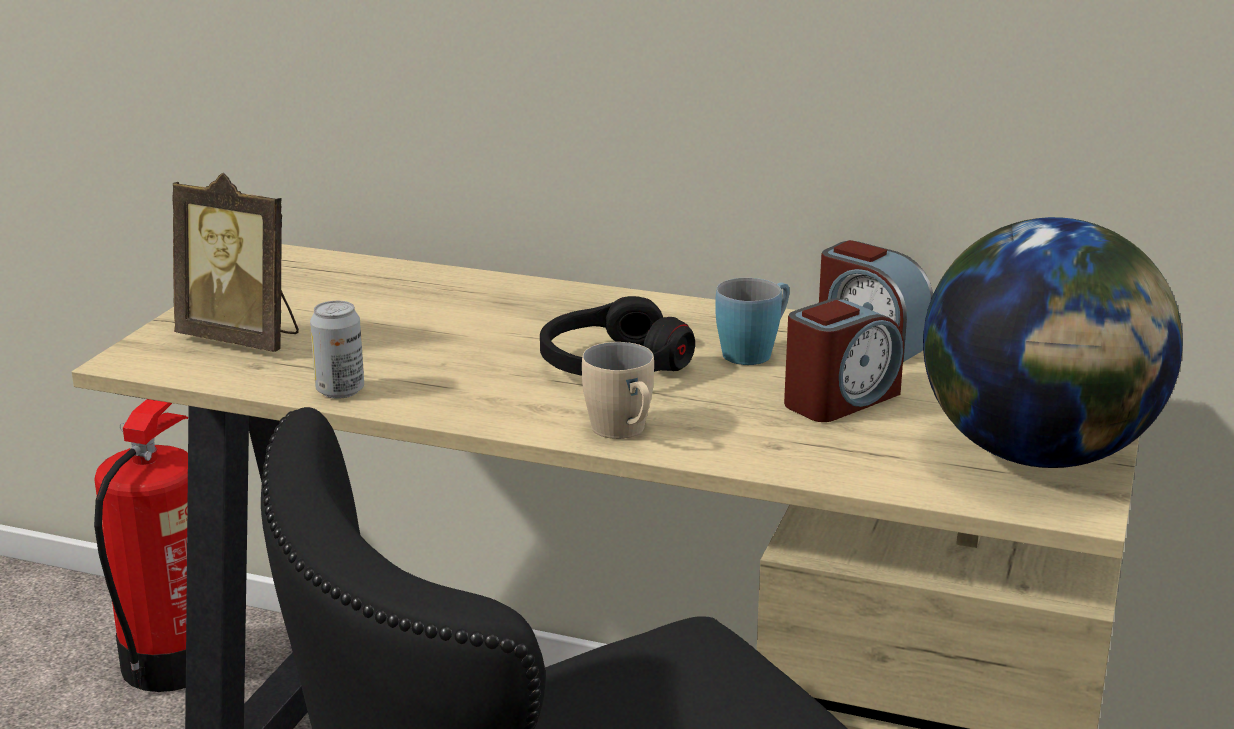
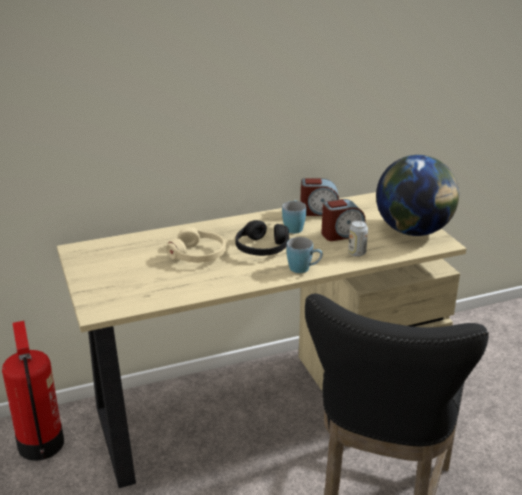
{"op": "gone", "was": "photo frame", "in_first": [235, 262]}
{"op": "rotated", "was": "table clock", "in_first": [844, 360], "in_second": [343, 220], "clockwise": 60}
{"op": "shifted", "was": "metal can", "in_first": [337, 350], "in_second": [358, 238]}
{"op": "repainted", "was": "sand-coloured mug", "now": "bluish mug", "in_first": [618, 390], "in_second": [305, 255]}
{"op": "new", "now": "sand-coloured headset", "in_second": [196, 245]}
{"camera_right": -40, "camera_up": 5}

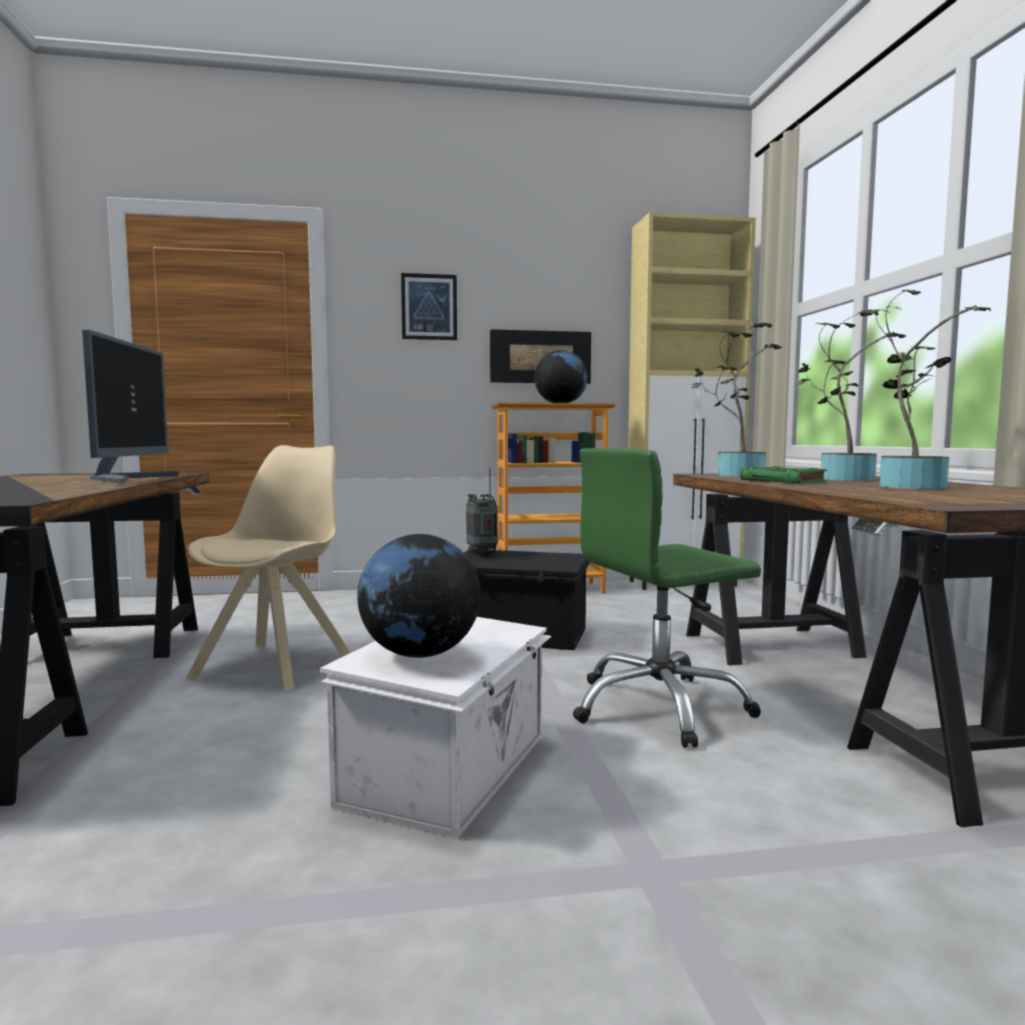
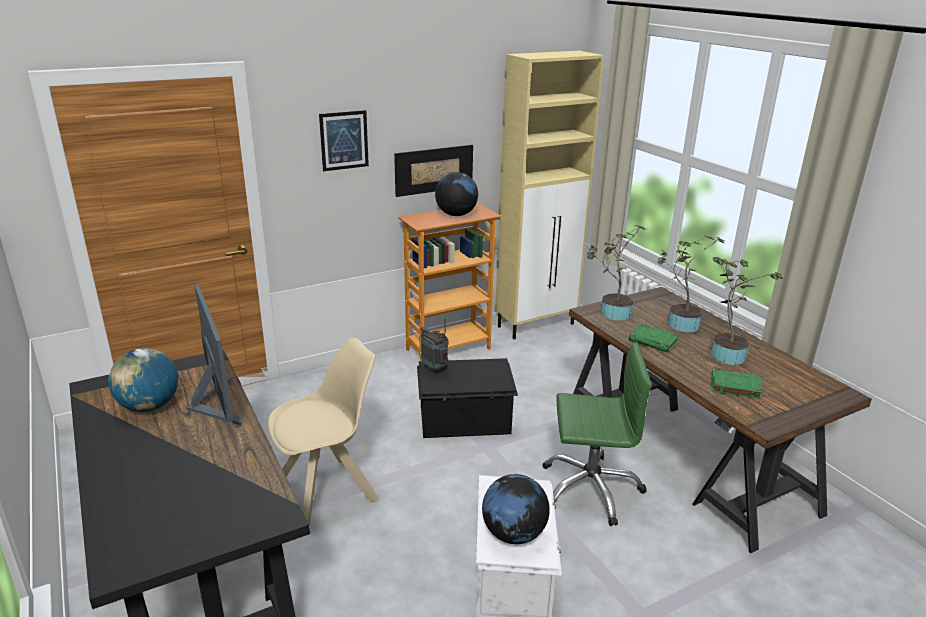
{"op": "rotated", "was": "sand-coloured plain chair", "in_first": [268, 568], "in_second": [323, 432], "clockwise": 60}
{"op": "rotated", "was": "green-coloured desk chair", "in_first": [667, 598], "in_second": [597, 434], "clockwise": -135}
{"op": "new", "now": "world globe", "in_second": [143, 380]}
{"op": "new", "now": "green-coloured bound book", "in_second": [737, 384]}
{"camera_right": -20, "camera_up": 20}

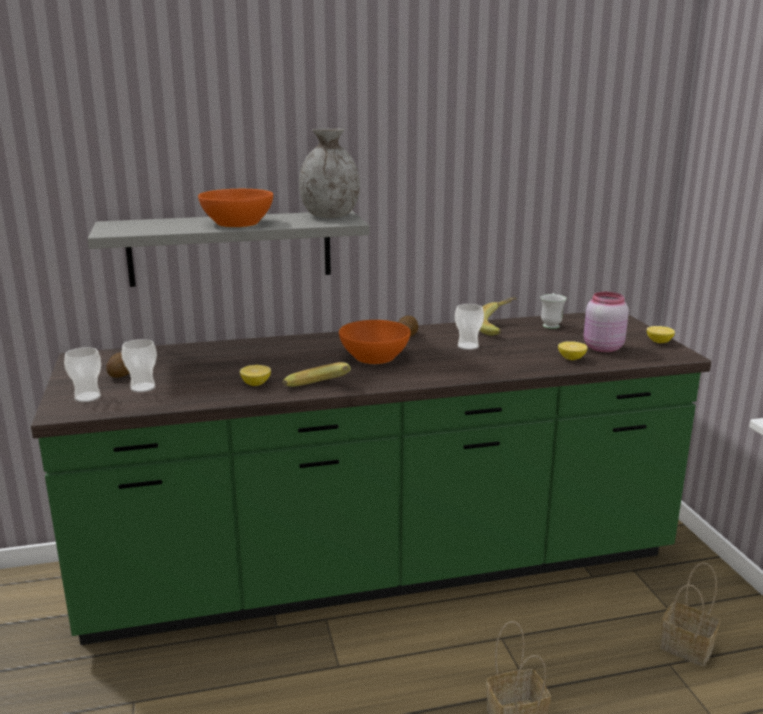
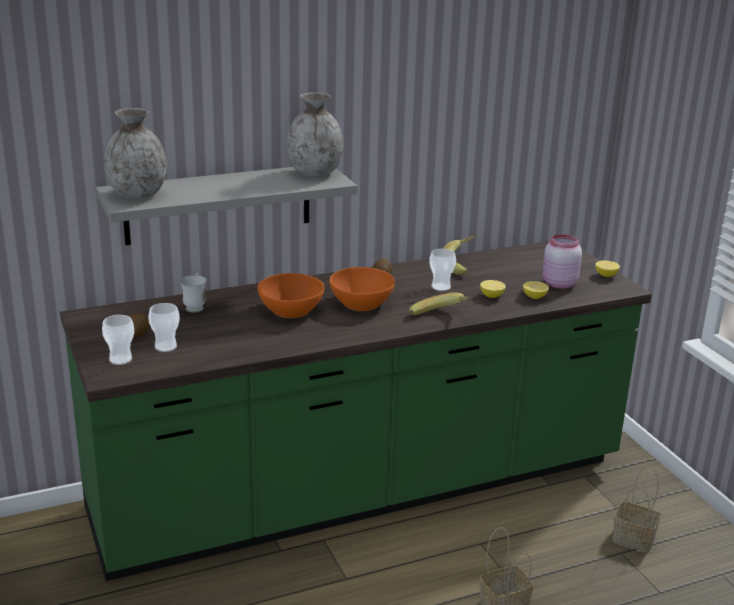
{"op": "shifted", "was": "orange bowl", "in_first": [235, 208], "in_second": [290, 295]}
{"op": "shifted", "was": "white mug", "in_first": [553, 311], "in_second": [193, 293]}
{"op": "shifted", "was": "banana fruit", "in_first": [317, 374], "in_second": [439, 303]}
{"op": "shifted", "was": "whole lemon", "in_first": [255, 375], "in_second": [493, 289]}
{"op": "new", "now": "gray vase", "in_second": [135, 153]}
{"camera_right": -10, "camera_up": 5}

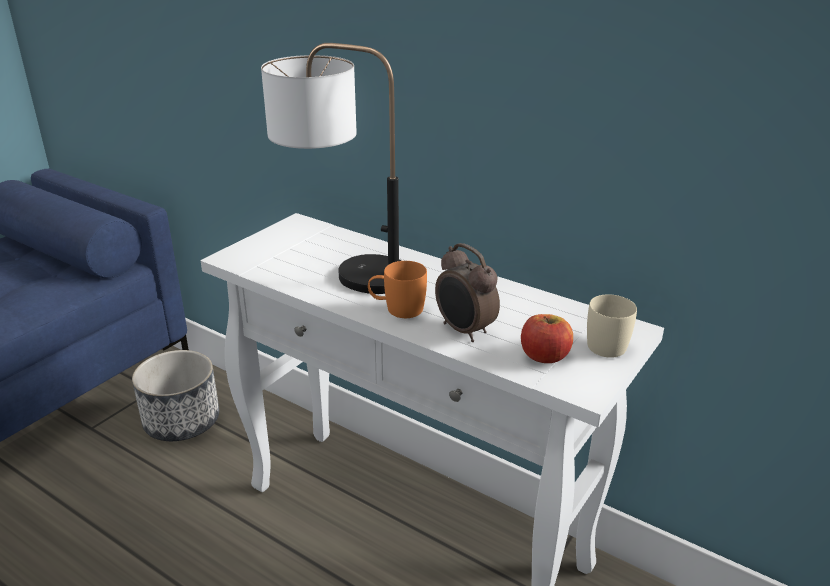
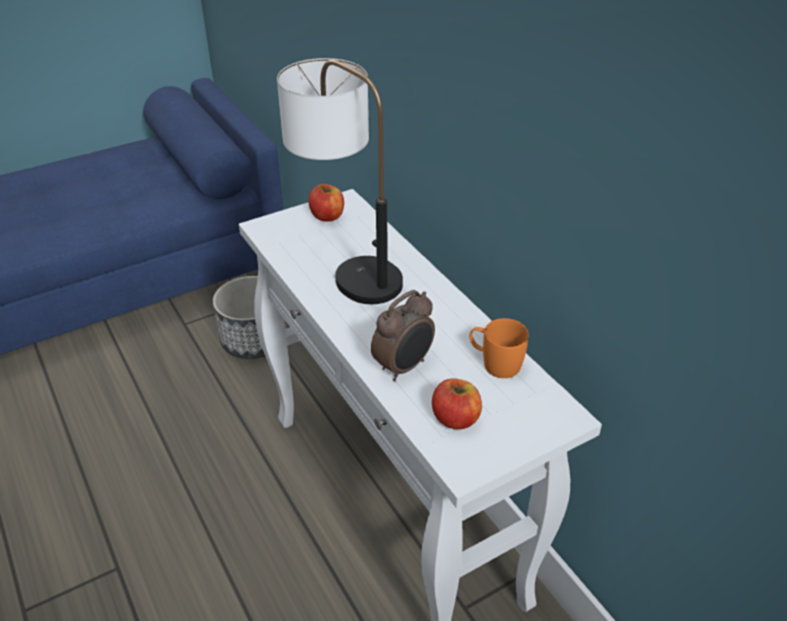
{"op": "rotated", "was": "table clock", "in_first": [467, 292], "in_second": [403, 335], "clockwise": -120}
{"op": "shifted", "was": "orange mug", "in_first": [397, 289], "in_second": [499, 348]}
{"op": "gone", "was": "sand-coloured mug", "in_first": [612, 326]}
{"op": "new", "now": "apple", "in_second": [326, 203]}
{"camera_right": 25, "camera_up": 10}

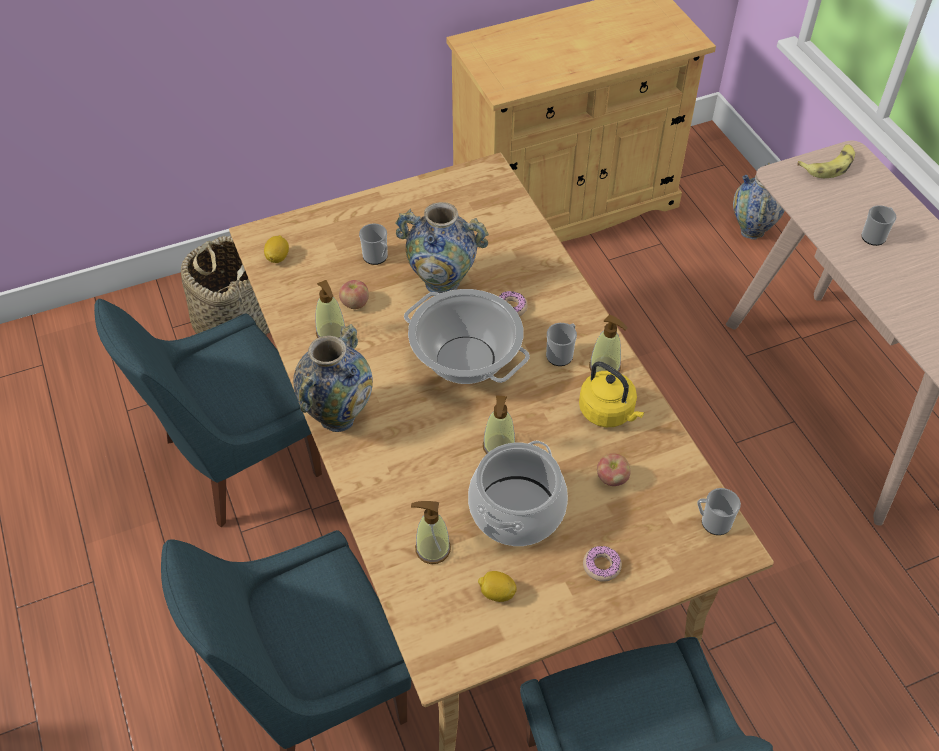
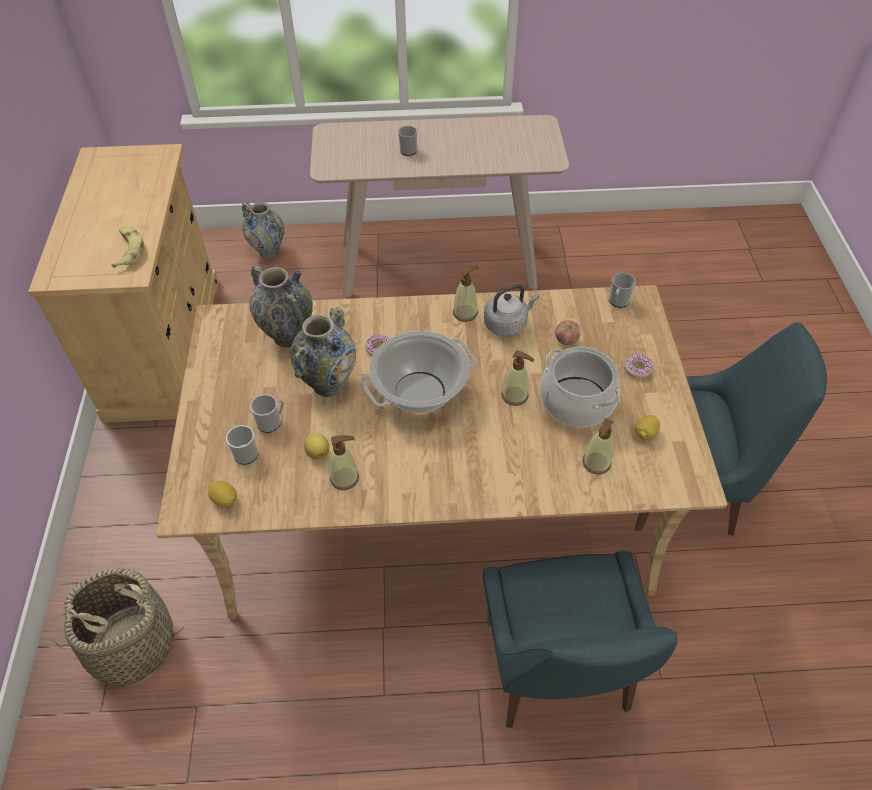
{"op": "shifted", "was": "banana fruit", "in_first": [826, 161], "in_second": [127, 247]}
{"op": "swapped", "was": "apple", "now": "whole lemon", "in_first": [354, 294], "in_second": [316, 446]}
{"op": "gone", "was": "bluish plain chair", "in_first": [208, 413]}
{"op": "shifted", "was": "mug", "in_first": [561, 344], "in_second": [242, 445]}
{"op": "shifted", "was": "vase", "in_first": [333, 378], "in_second": [281, 305]}
{"op": "repainted", "was": "yellowish tea kettle", "now": "gray tea kettle", "in_first": [611, 394], "in_second": [511, 310]}
{"camera_right": -70, "camera_up": 0}

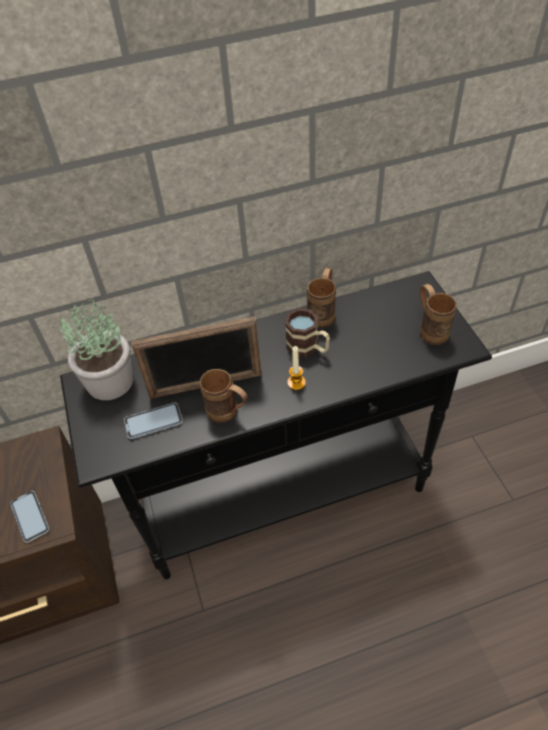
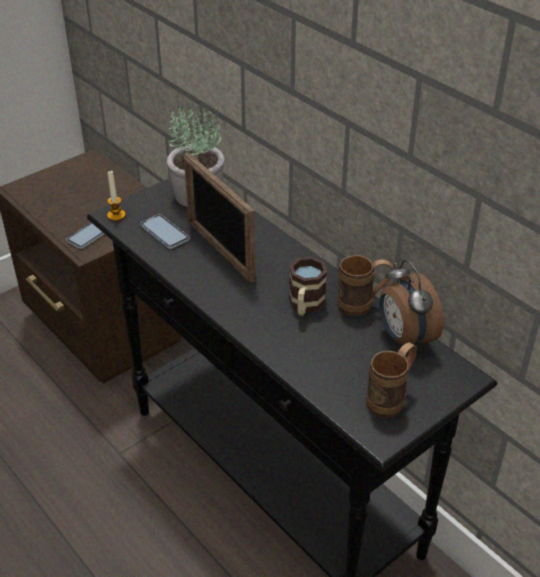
{"op": "shifted", "was": "candle", "in_first": [296, 368], "in_second": [116, 196]}
{"op": "gone", "was": "brown-coloured mug", "in_first": [224, 396]}
{"op": "new", "now": "table clock", "in_second": [411, 302]}
{"camera_right": 65, "camera_up": -10}

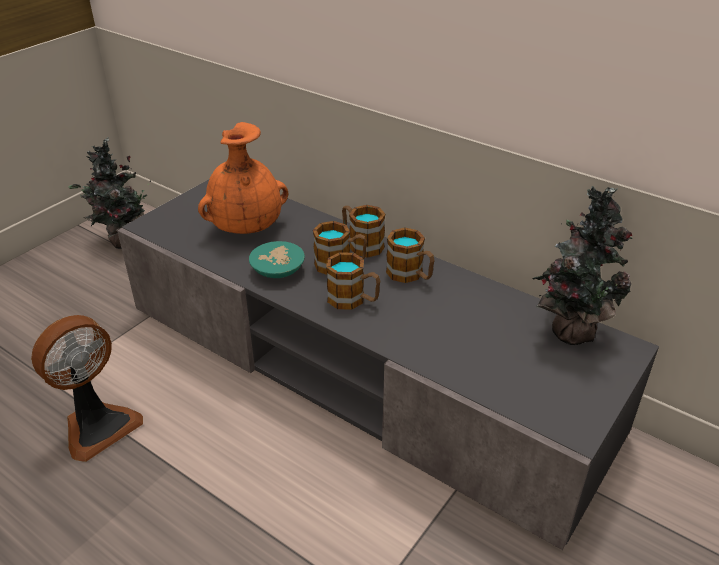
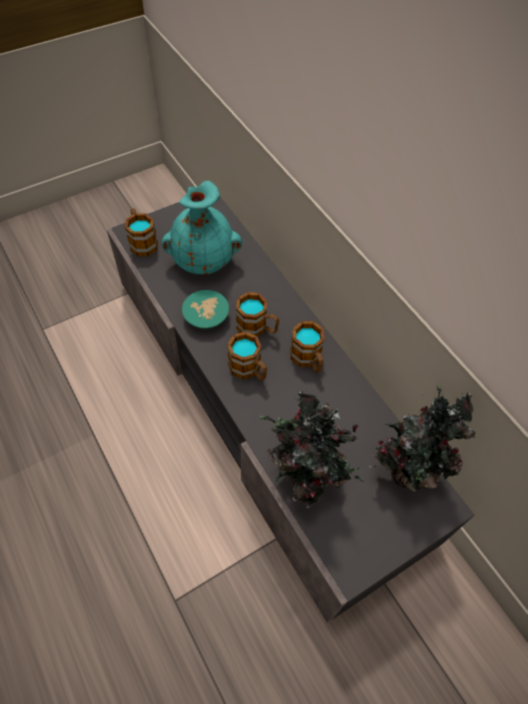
{"op": "repainted", "was": "orange vase", "now": "turquoise-coloured vase", "in_first": [243, 178], "in_second": [202, 227]}
{"op": "shifted", "was": "houseplant", "in_first": [109, 193], "in_second": [317, 449]}
{"op": "shifted", "was": "mug", "in_first": [363, 231], "in_second": [141, 232]}
{"op": "gone", "was": "fan", "in_first": [87, 388]}
{"camera_right": 20, "camera_up": 20}

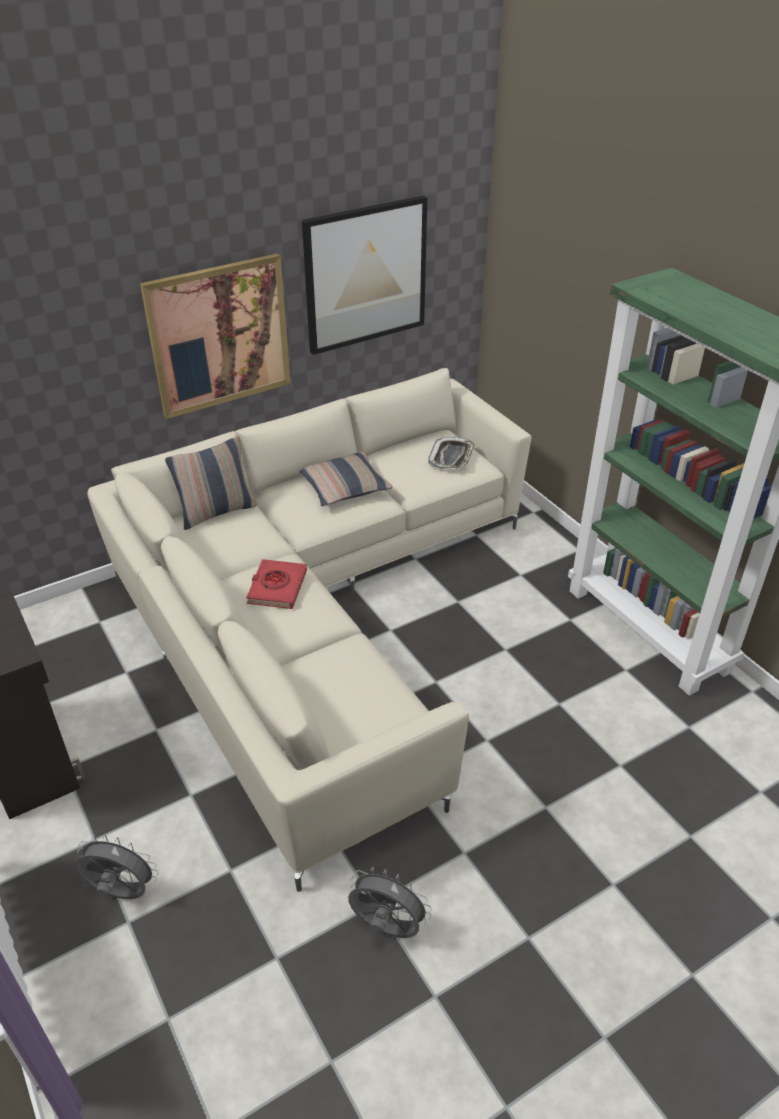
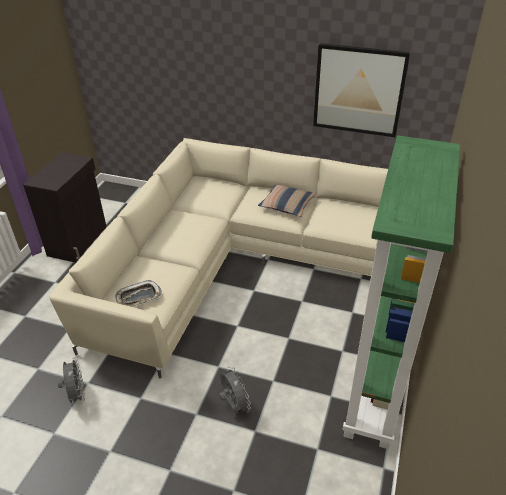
{"op": "gone", "was": "wall picture", "in_first": [215, 336]}
{"op": "gone", "was": "cushion", "in_first": [211, 483]}
{"op": "shifted", "was": "carrying tray", "in_first": [451, 453], "in_second": [139, 293]}
{"op": "gone", "was": "red bound book", "in_first": [276, 584]}
{"op": "shifted", "was": "gray fan", "in_first": [116, 867], "in_second": [235, 390]}
{"camera_right": 50, "camera_up": 0}

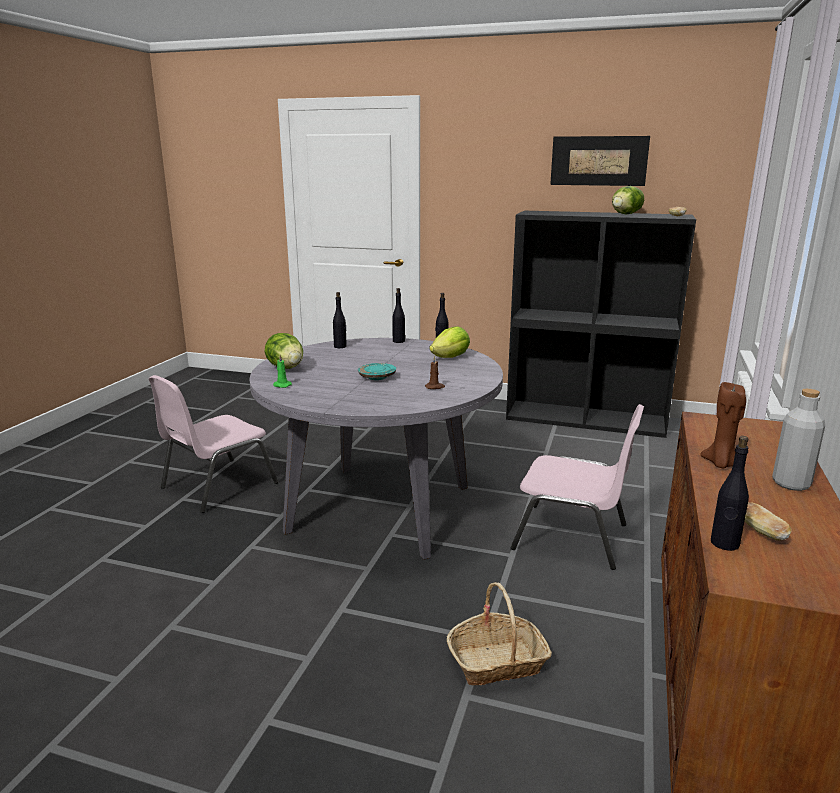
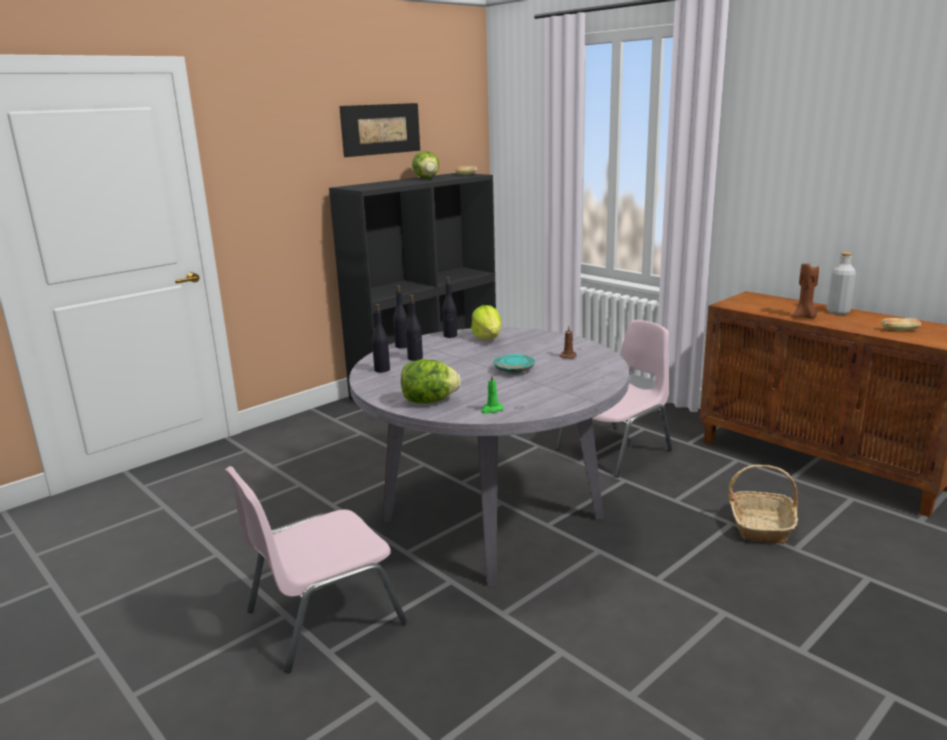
{"op": "rotated", "was": "pinkish plain chair", "in_first": [213, 444], "in_second": [316, 569], "clockwise": 75}
{"op": "shifted", "was": "blackish beverage bottle", "in_first": [730, 493], "in_second": [414, 327]}
{"camera_right": -60, "camera_up": 0}

